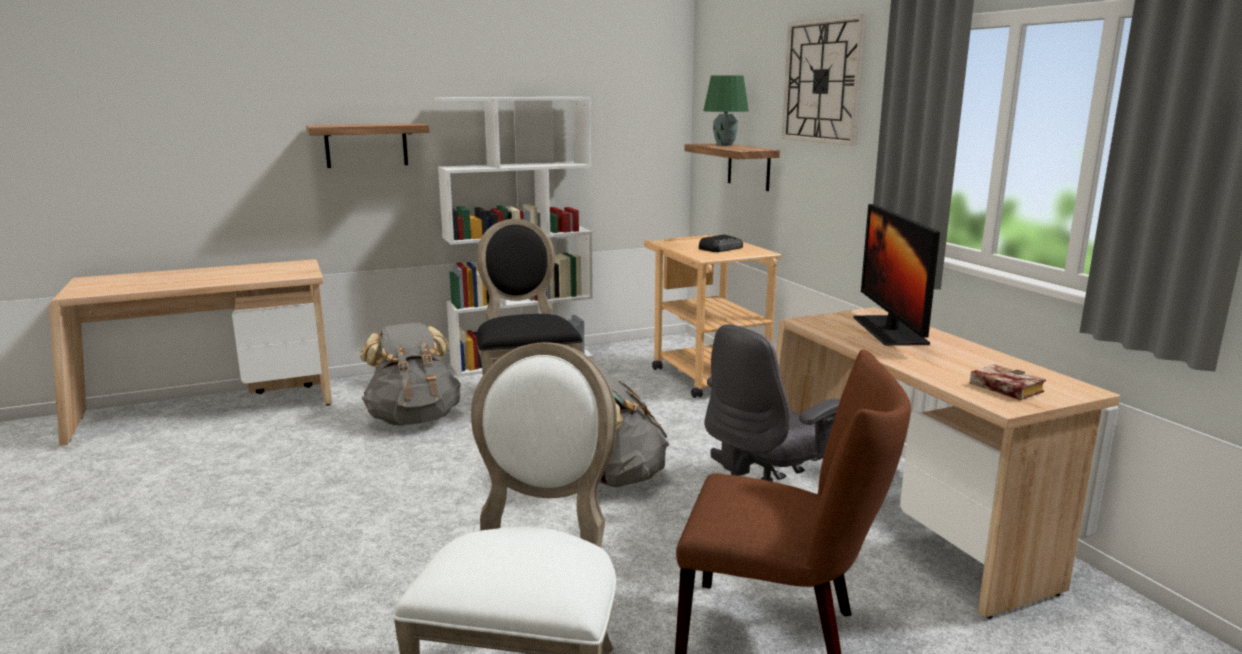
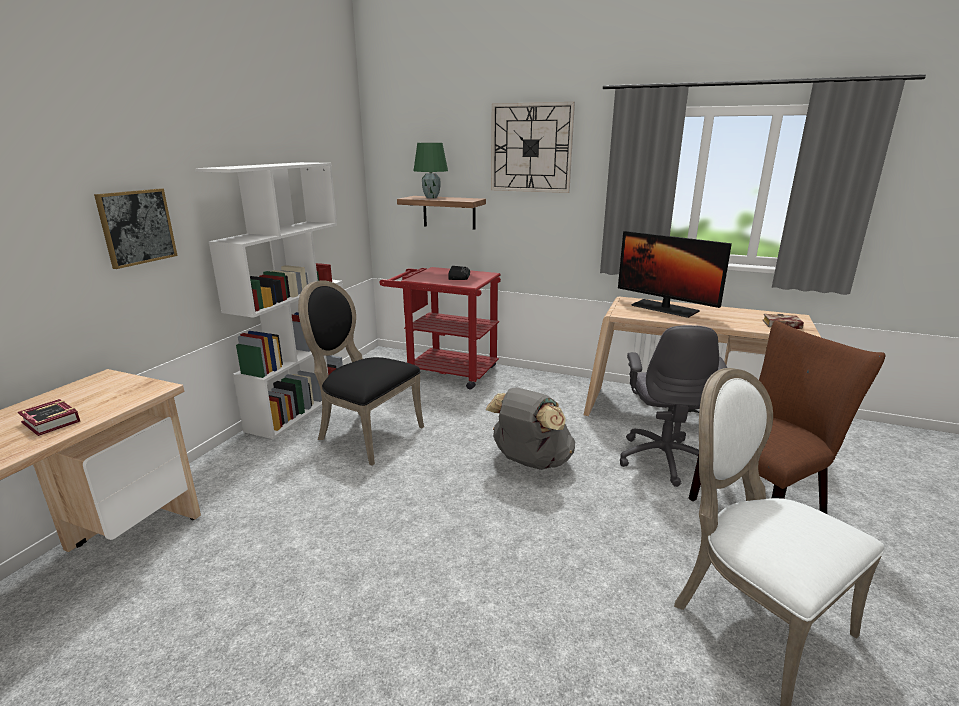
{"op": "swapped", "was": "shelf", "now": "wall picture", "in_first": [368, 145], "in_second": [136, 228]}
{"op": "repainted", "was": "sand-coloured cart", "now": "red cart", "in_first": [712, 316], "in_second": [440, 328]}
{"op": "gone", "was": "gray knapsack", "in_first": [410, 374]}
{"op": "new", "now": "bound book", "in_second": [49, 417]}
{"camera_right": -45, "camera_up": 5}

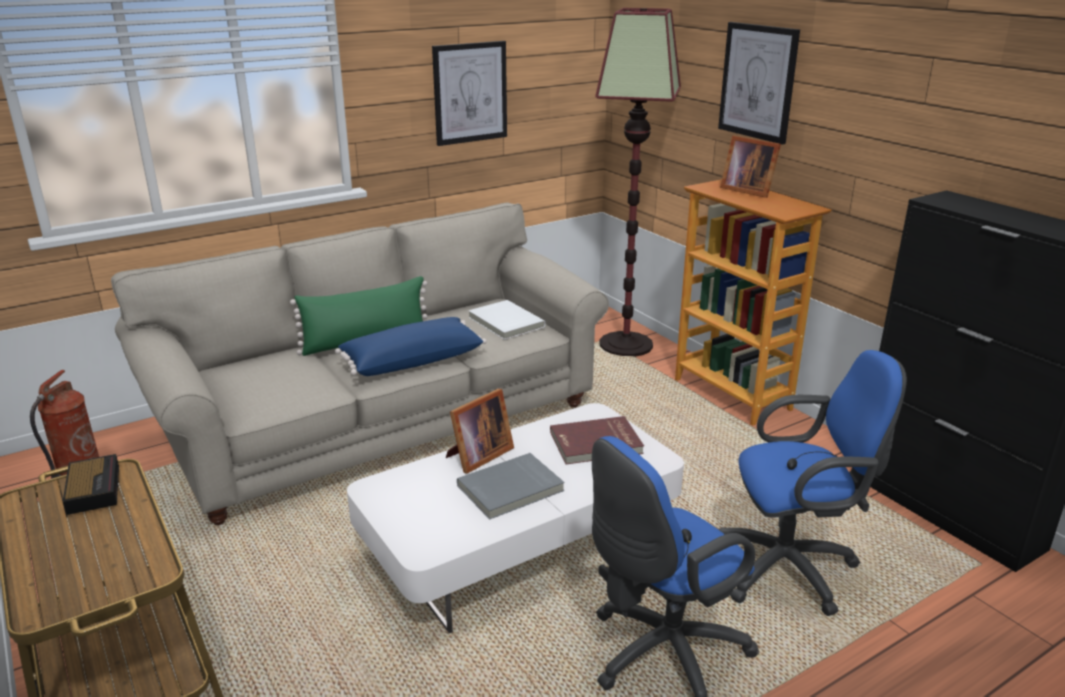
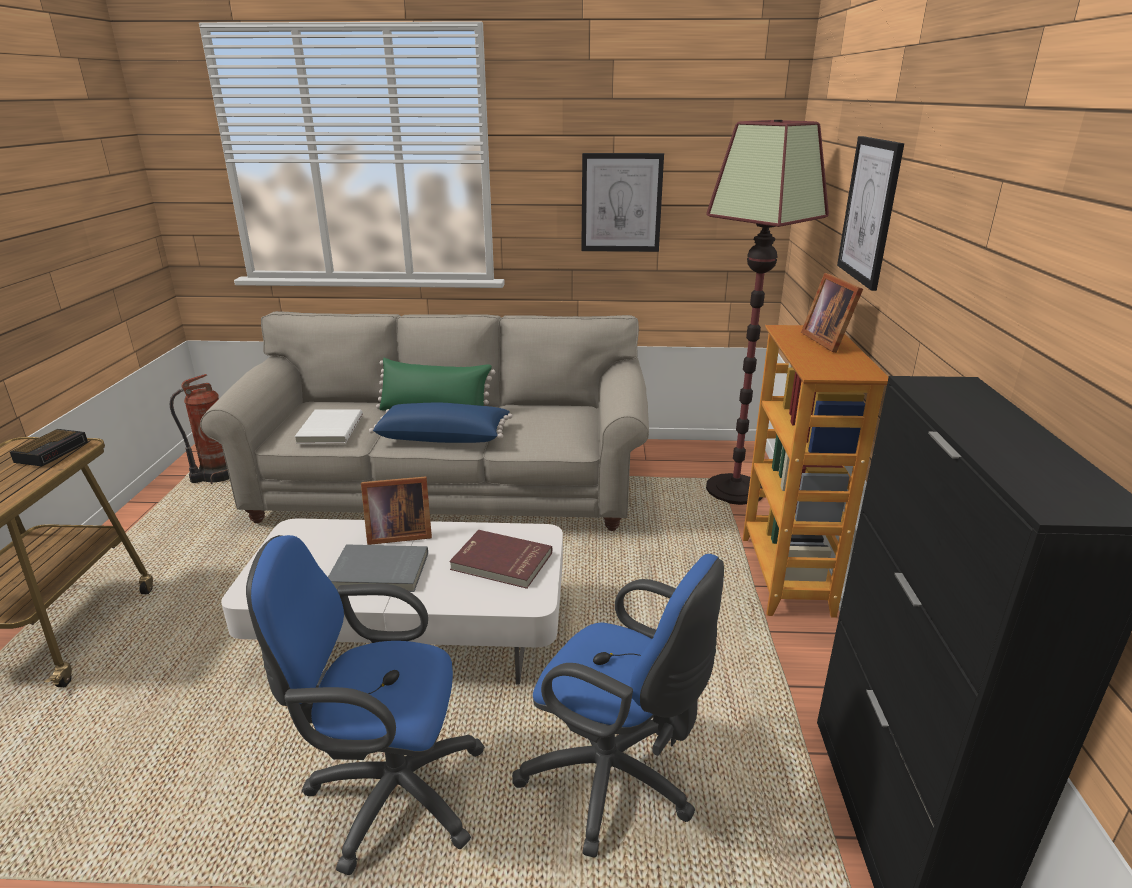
{"op": "shifted", "was": "white bound book", "in_first": [507, 320], "in_second": [329, 426]}
{"camera_right": 35, "camera_up": 0}

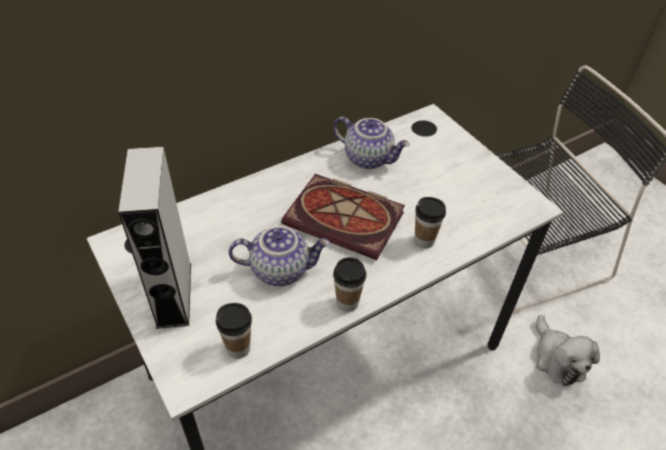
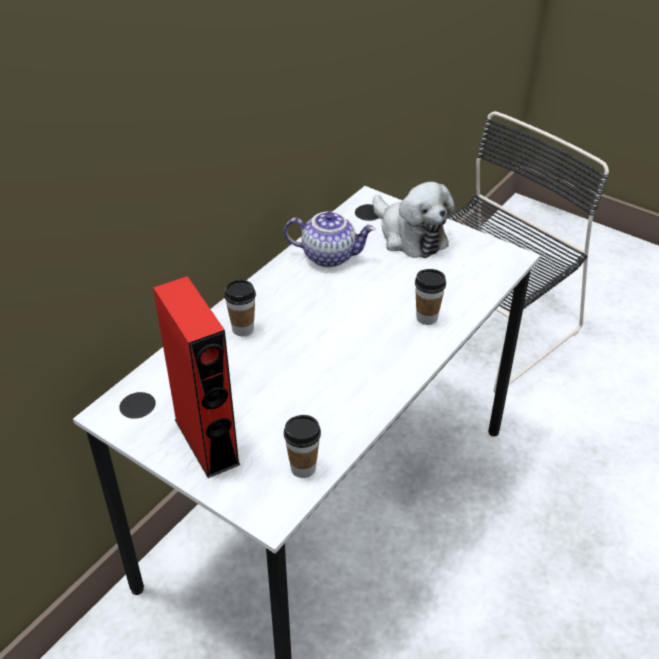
{"op": "repainted", "was": "gray speaker", "now": "red speaker", "in_first": [154, 238], "in_second": [197, 377]}
{"op": "gone", "was": "bound book", "in_first": [343, 217]}
{"op": "gone", "was": "tea pot", "in_first": [279, 256]}
{"op": "shifted", "was": "drinking cup", "in_first": [349, 284], "in_second": [240, 307]}
{"op": "shifted", "was": "soft toy", "in_first": [568, 350], "in_second": [414, 220]}
{"camera_right": -20, "camera_up": -5}

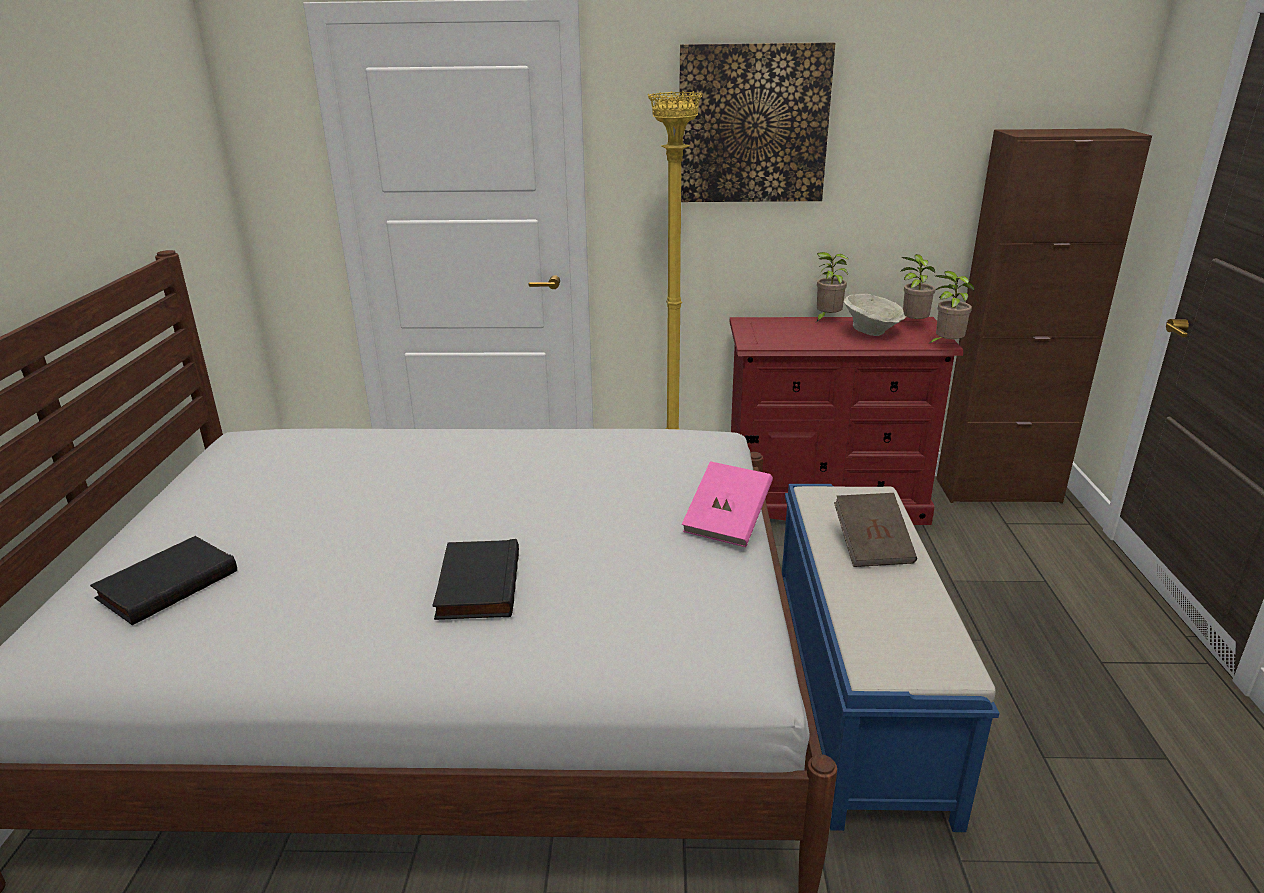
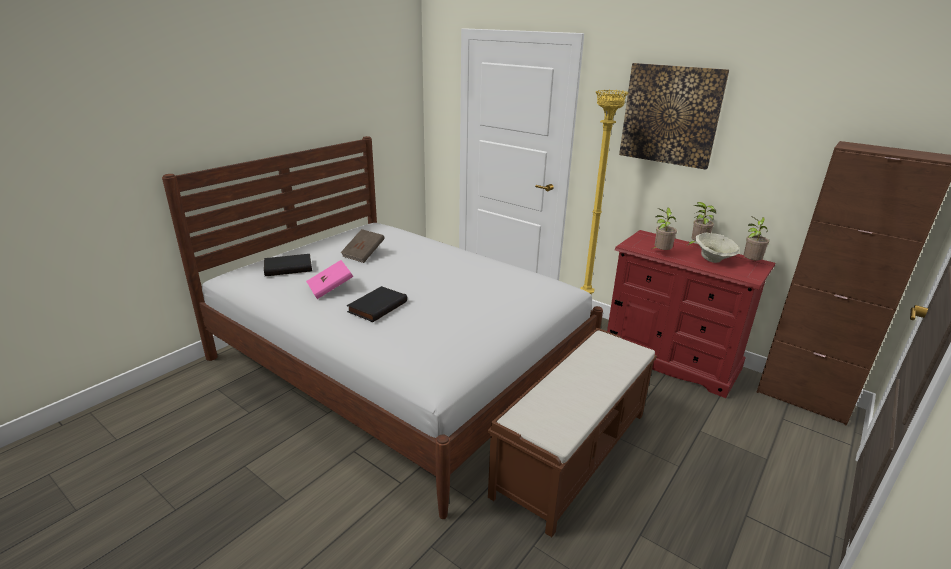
{"op": "shifted", "was": "houseplant", "in_first": [950, 308], "in_second": [664, 229]}
{"op": "shifted", "was": "pinkish bound book", "in_first": [727, 504], "in_second": [329, 279]}
{"op": "repainted", "was": "bluish long seat", "now": "brown-coloured long seat", "in_first": [890, 658], "in_second": [572, 432]}
{"op": "shifted", "was": "brown-coloured bound book", "in_first": [875, 530], "in_second": [363, 246]}
{"camera_right": 35, "camera_up": 0}

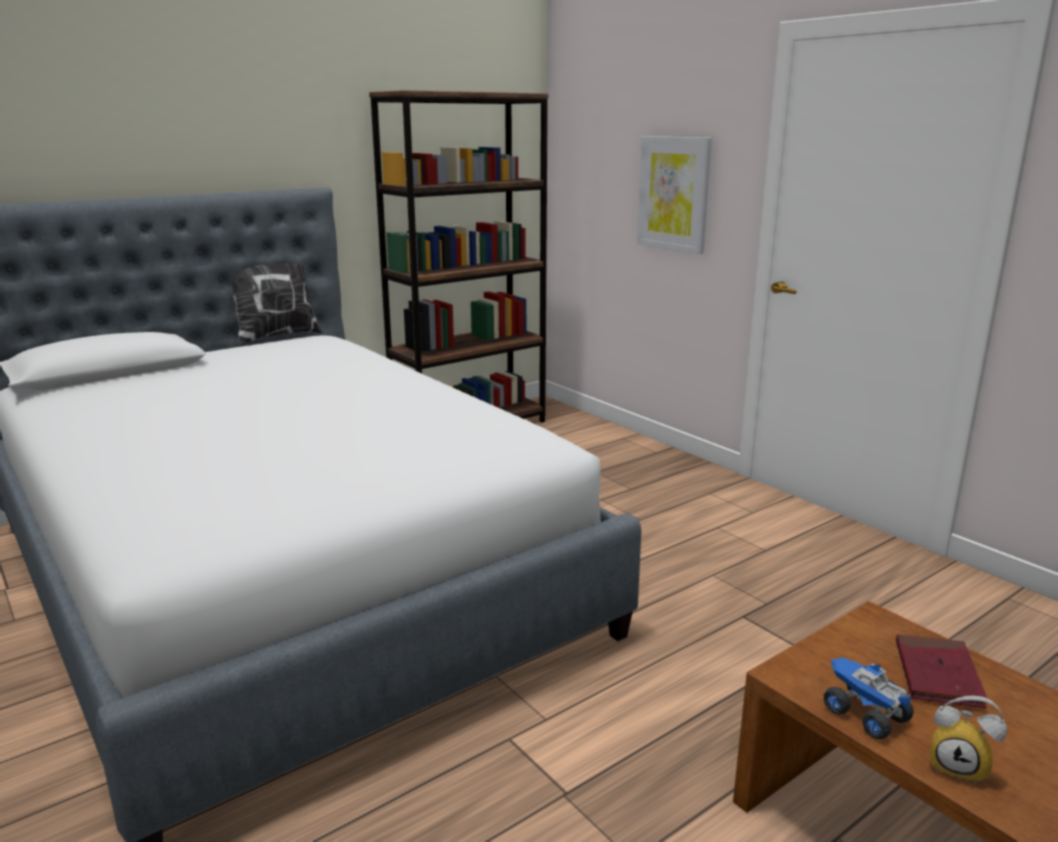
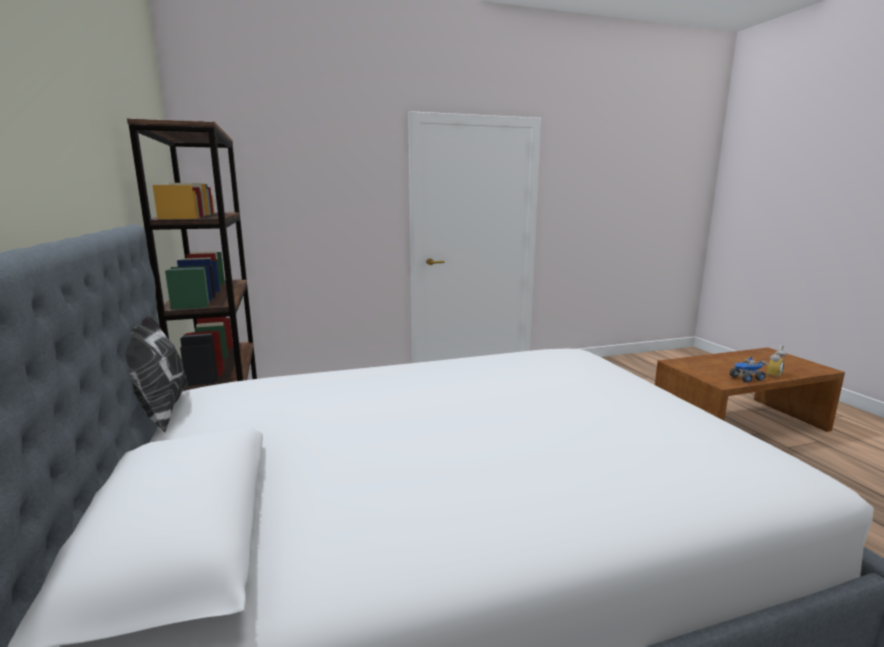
{"op": "gone", "was": "wall picture", "in_first": [674, 195]}
{"op": "gone", "was": "red bound book", "in_first": [941, 671]}
{"camera_right": -70, "camera_up": -5}

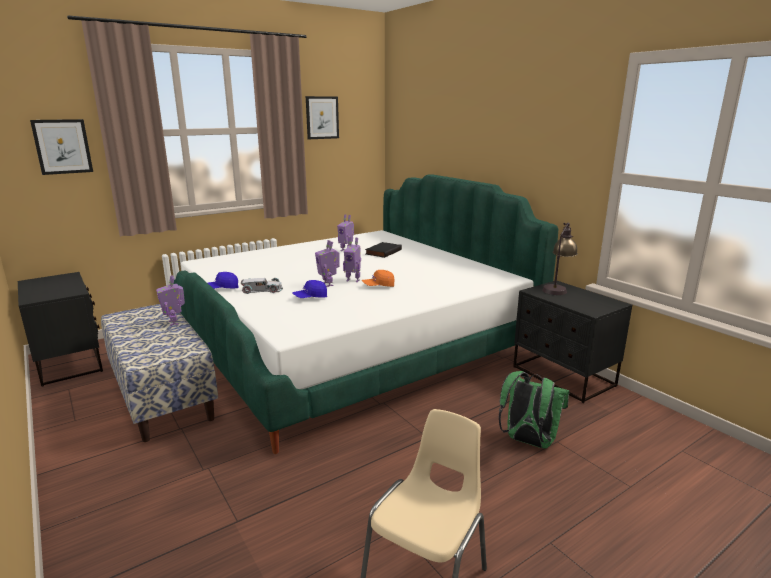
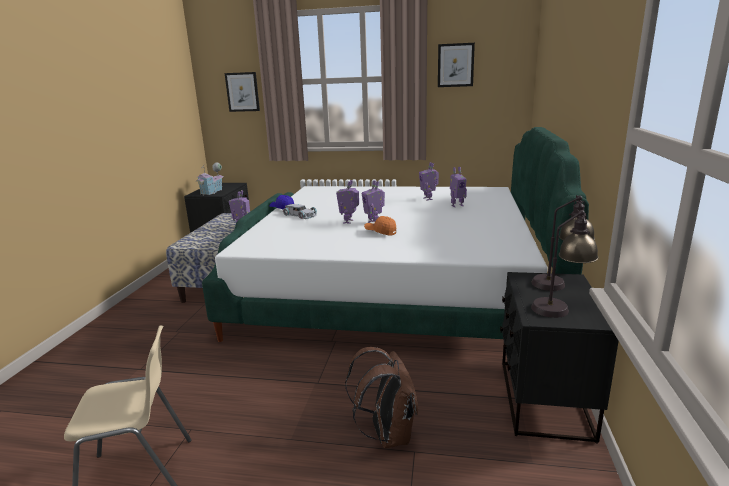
{"op": "swapped", "was": "blackish bound book", "now": "toy robot", "in_first": [383, 250], "in_second": [458, 187]}
{"op": "gone", "was": "bluish peaked cap", "in_first": [309, 289]}
{"op": "repainted", "was": "green-coloured knapsack", "now": "brown-coloured knapsack", "in_first": [534, 409], "in_second": [381, 397]}
{"op": "new", "now": "toy house", "in_second": [210, 178]}
{"op": "new", "now": "tabletop lamp", "in_second": [565, 263]}
{"camera_right": 45, "camera_up": 0}

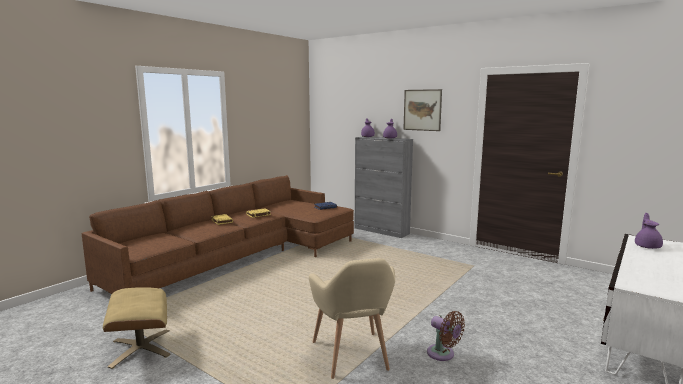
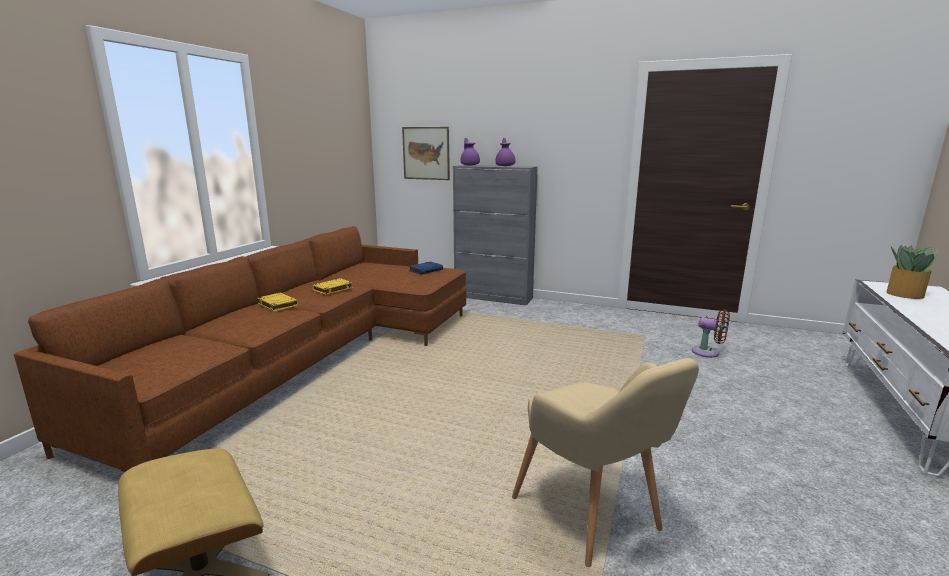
{"op": "shifted", "was": "wall picture", "in_first": [422, 110], "in_second": [426, 153]}
{"op": "swapped", "was": "purplish tea pot", "now": "houseplant", "in_first": [649, 231], "in_second": [912, 272]}
{"op": "shifted", "was": "brown-coloured fan", "in_first": [446, 336], "in_second": [711, 333]}
{"camera_right": -15, "camera_up": 5}

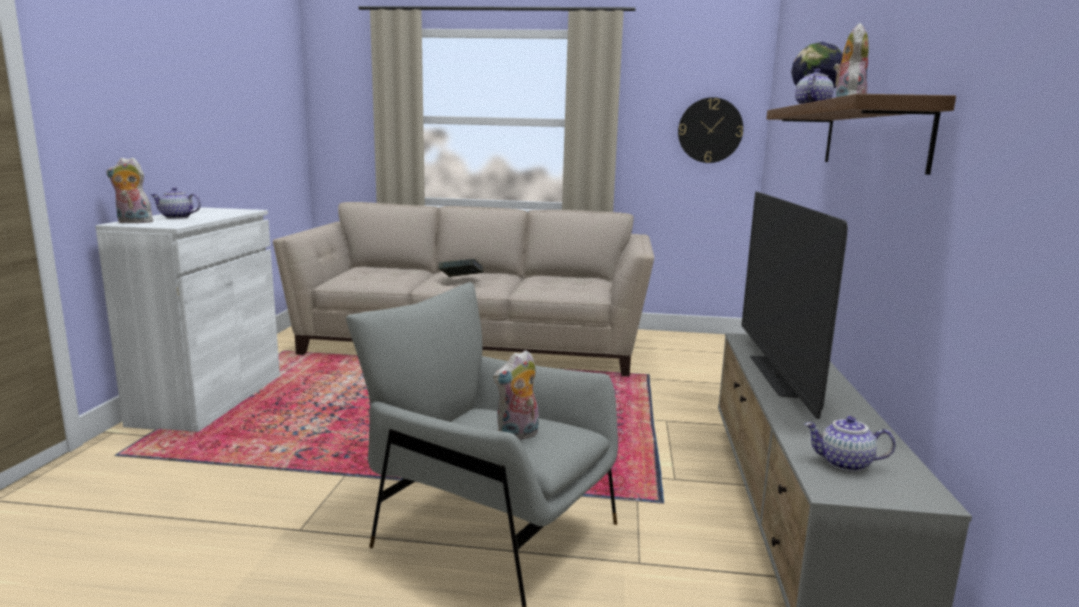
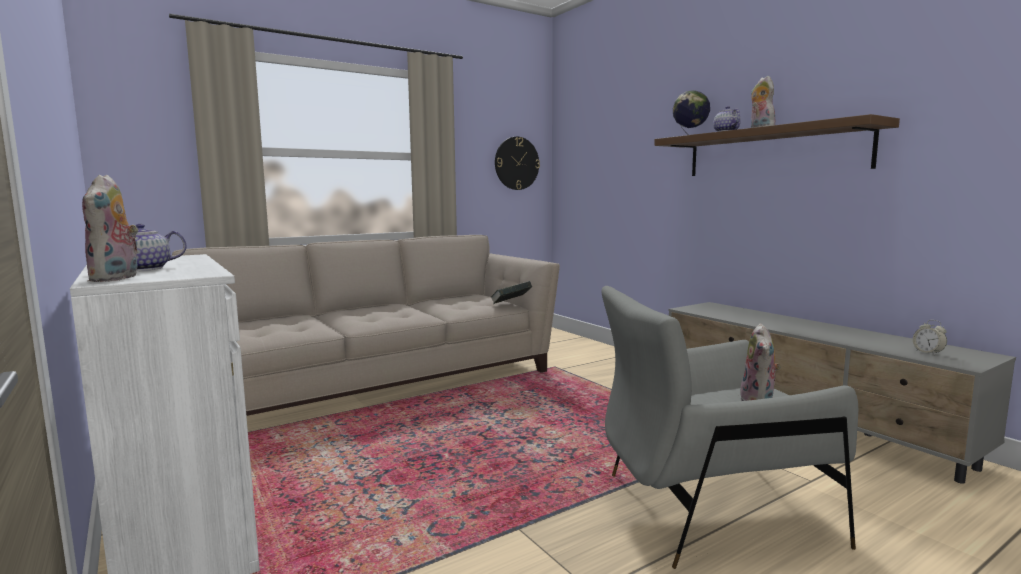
{"op": "rotated", "was": "soft toy", "in_first": [130, 190], "in_second": [111, 228], "clockwise": -60}
{"op": "gone", "was": "TV", "in_first": [795, 305]}
{"op": "shifted", "was": "bound book", "in_first": [461, 268], "in_second": [511, 292]}
{"op": "swapped", "was": "tea pot", "now": "table clock", "in_first": [849, 444], "in_second": [930, 337]}
{"camera_right": -40, "camera_up": -5}

